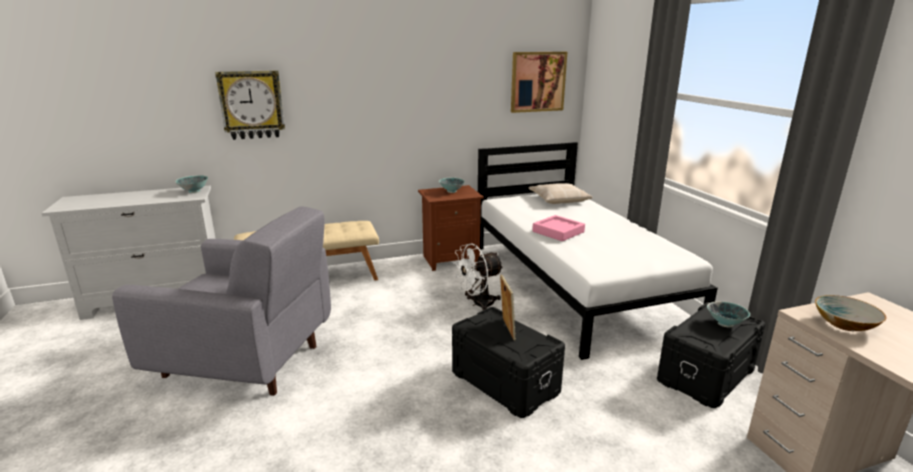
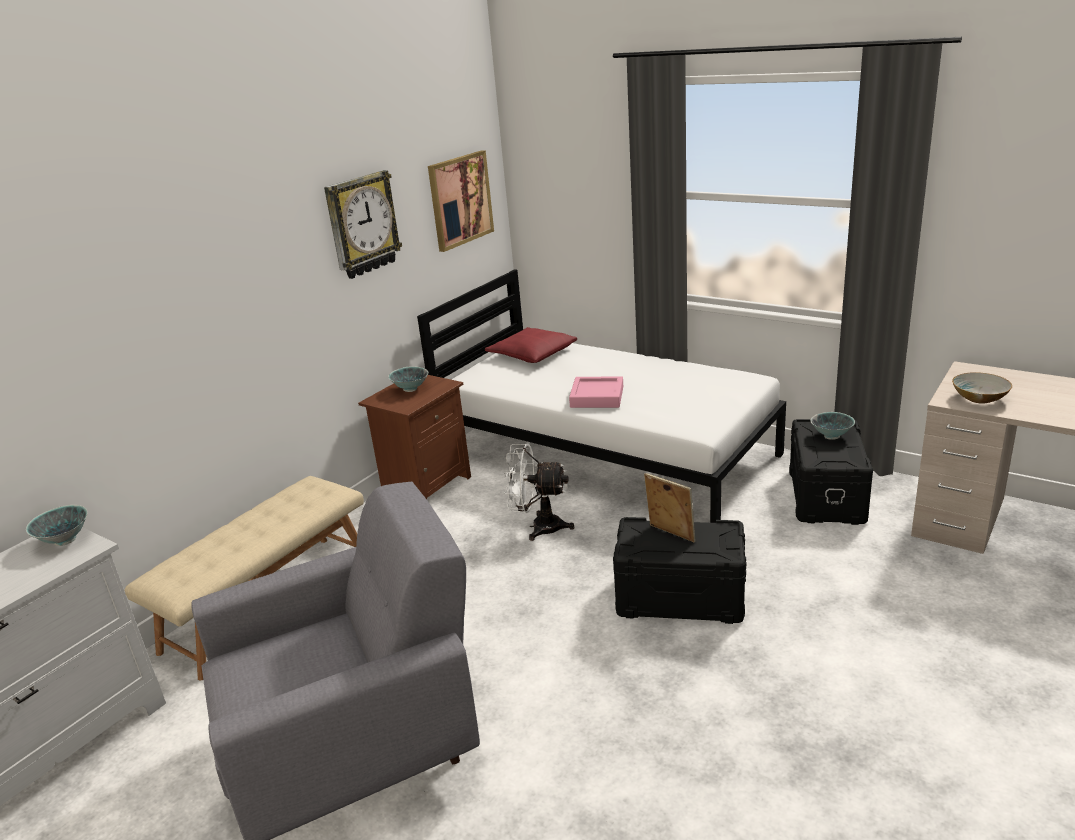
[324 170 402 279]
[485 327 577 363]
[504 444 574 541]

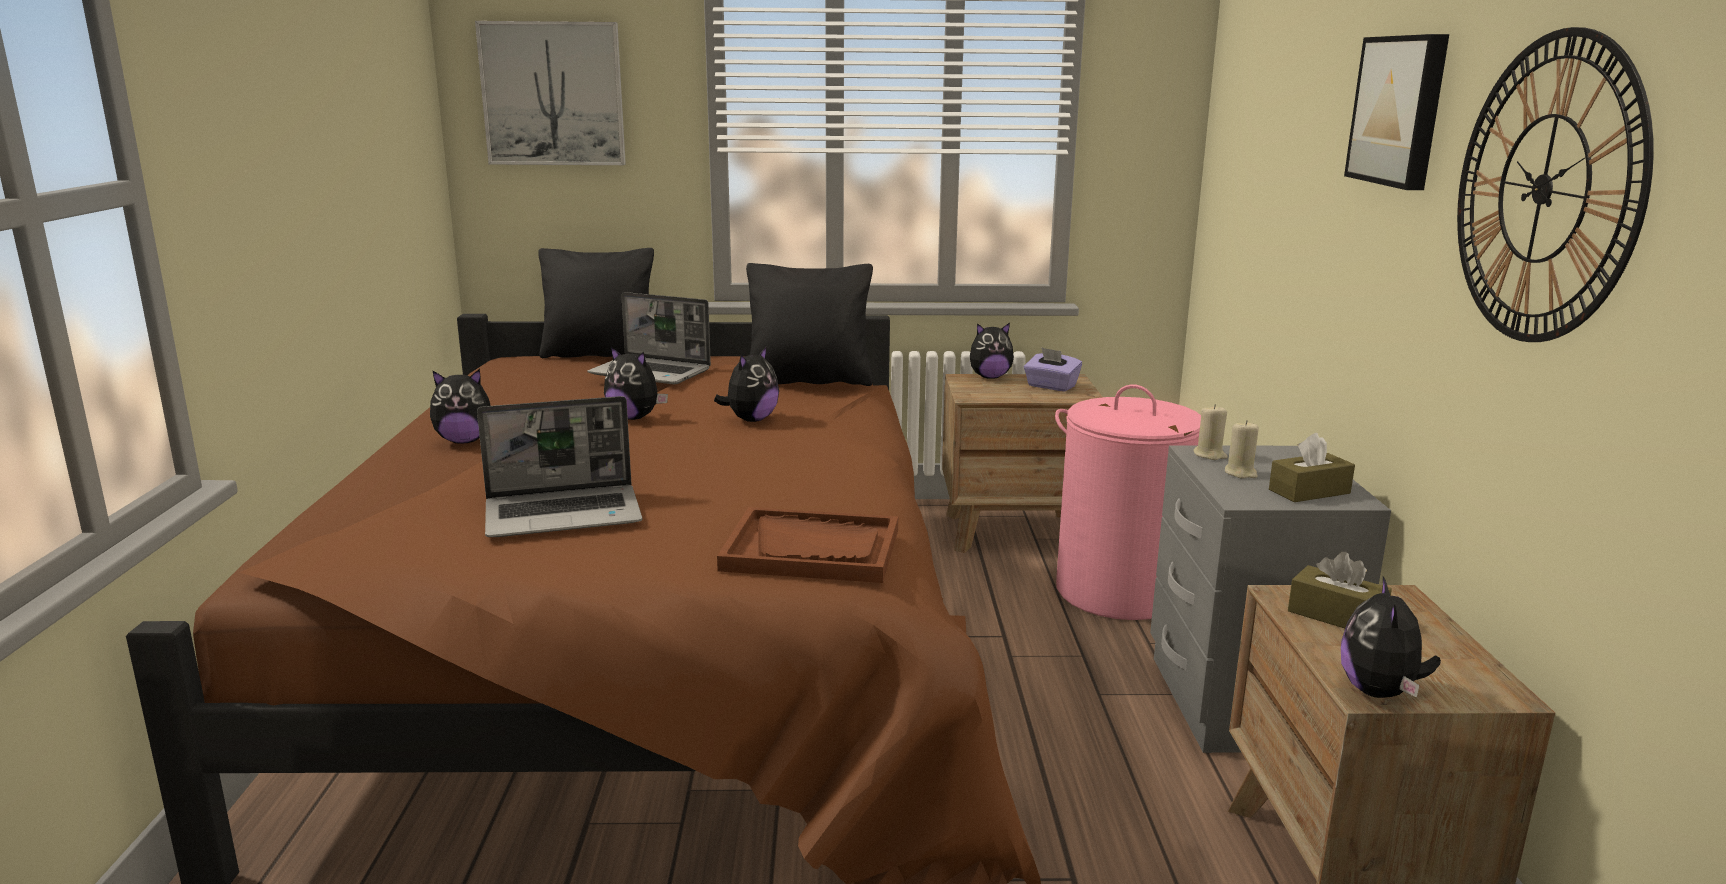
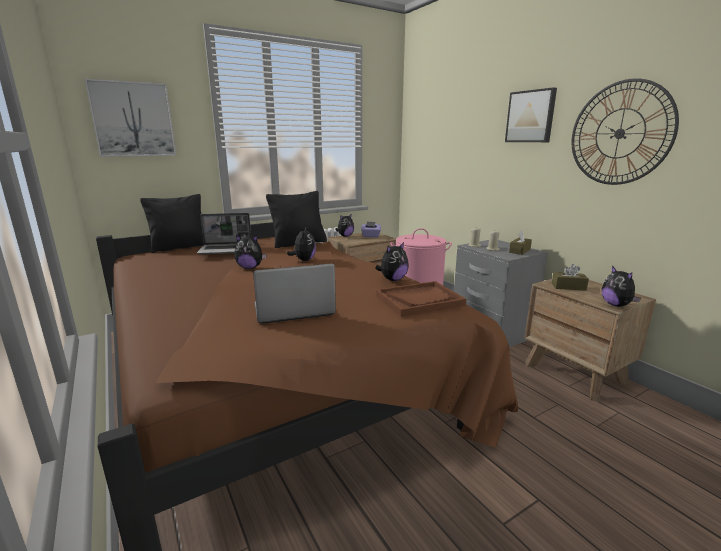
[375 242 409 281]
[253 263 336 324]

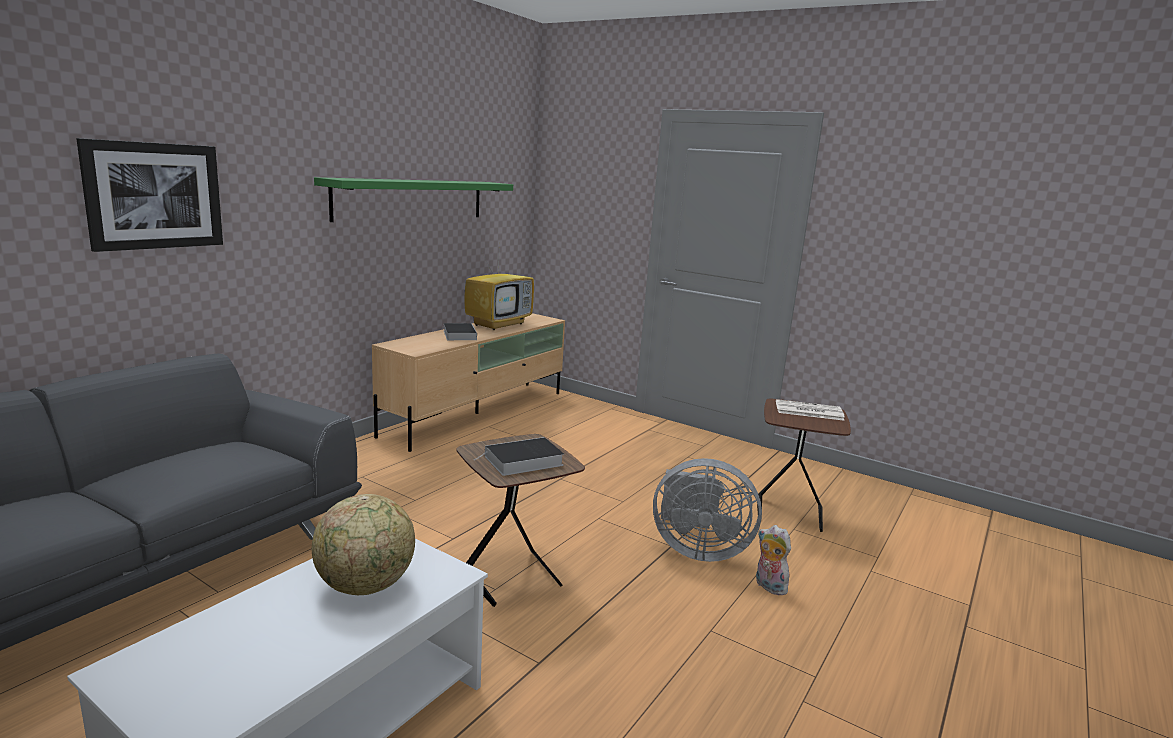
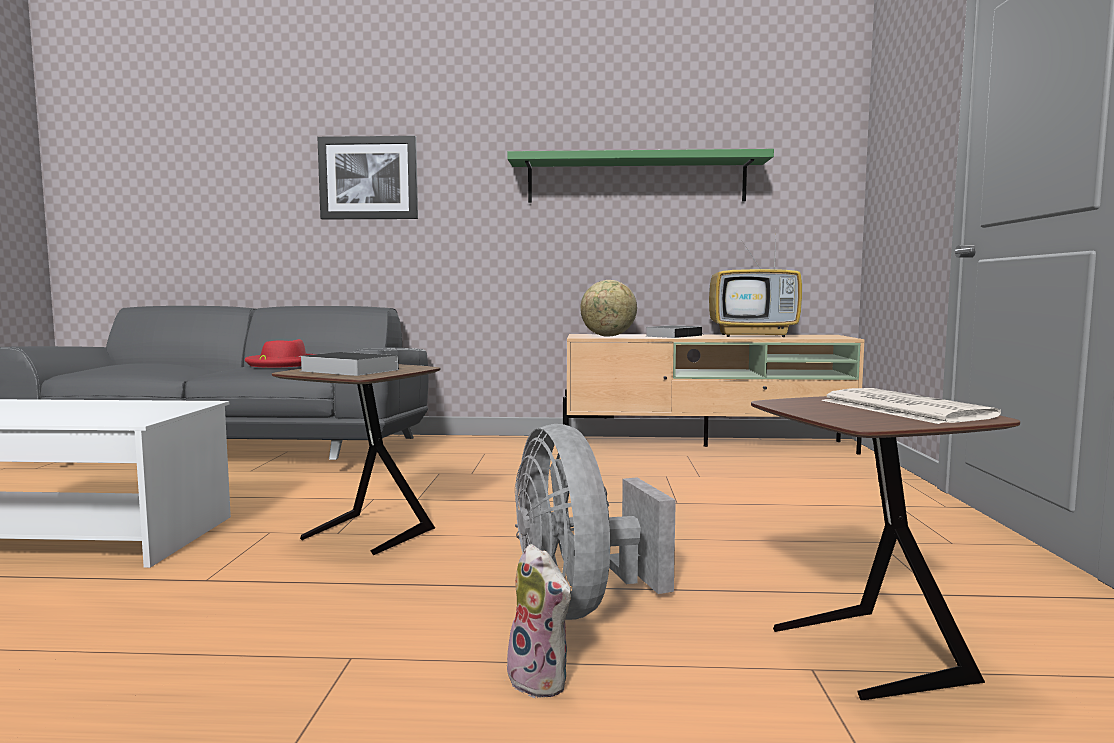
[580 280 637 336]
[507 544 572 698]
[245 339 314 368]

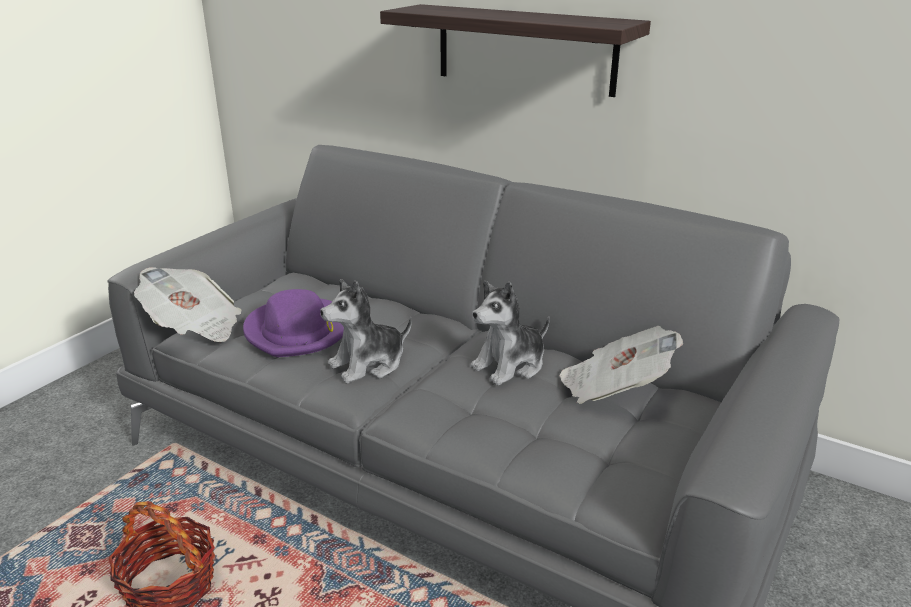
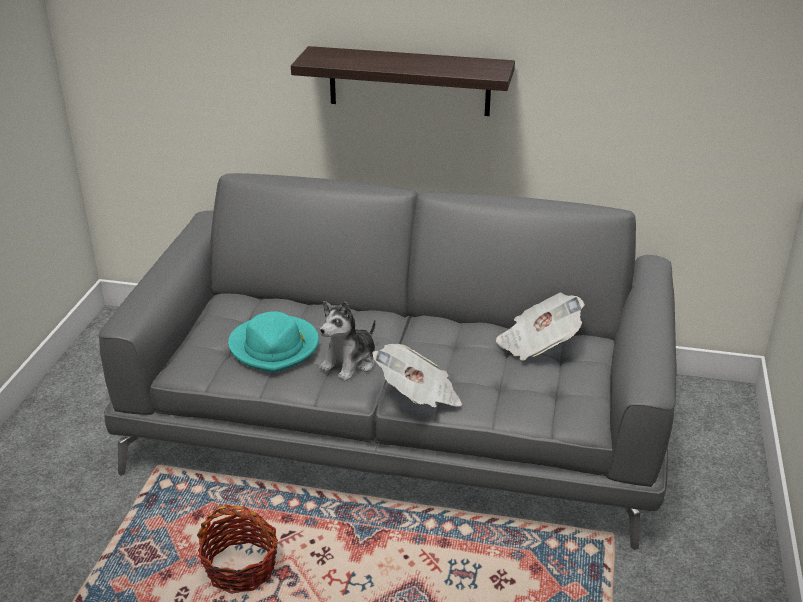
[372 344 462 408]
[470 281 550 385] (first image)
[228 311 319 372]

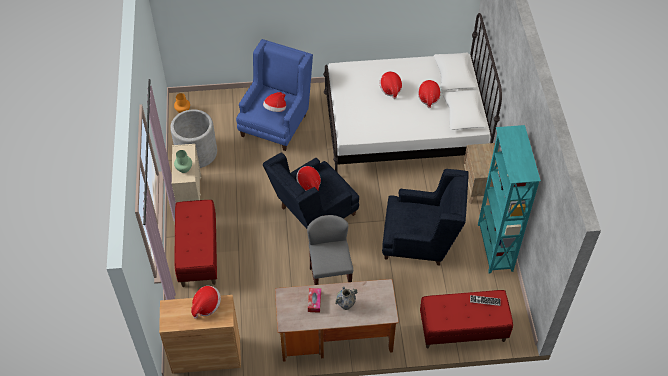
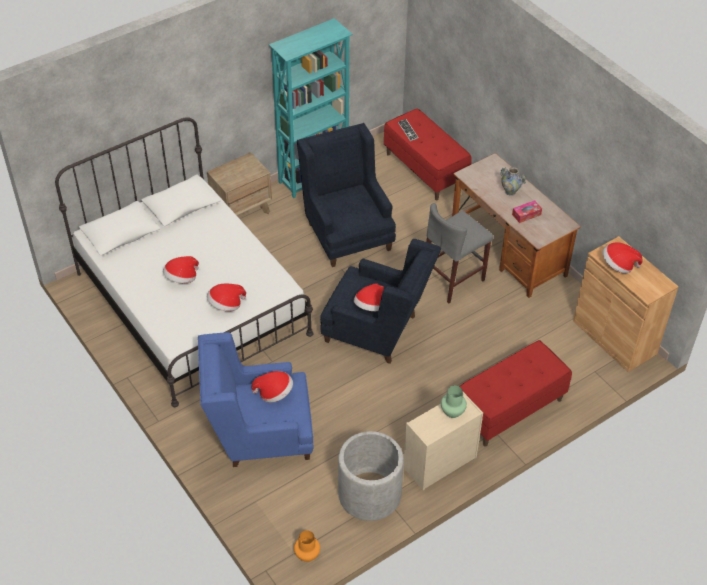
[207 284 246 312]

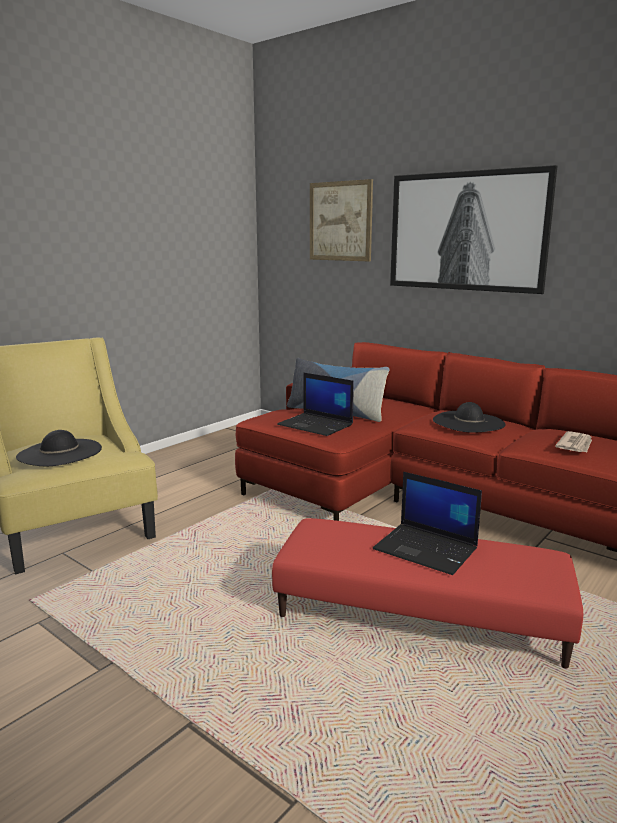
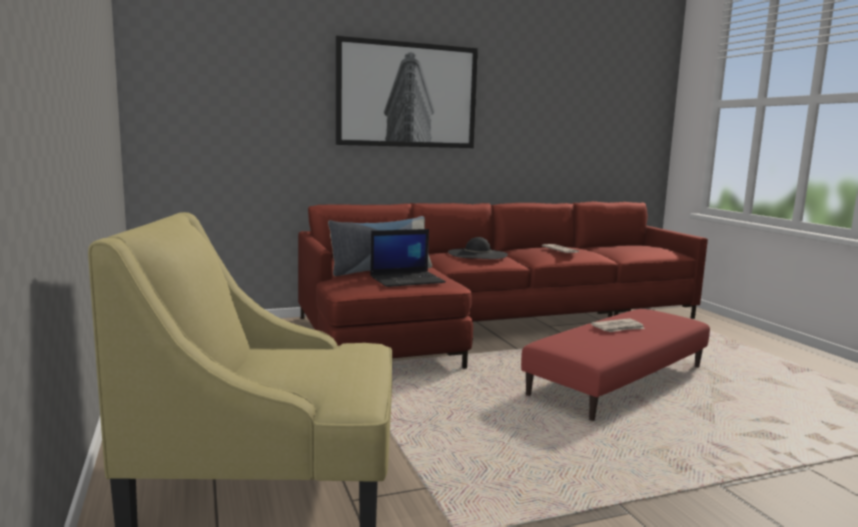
[310 179 373 261] (first image)
[16 430 102 466] (first image)
[591 318 645 332]

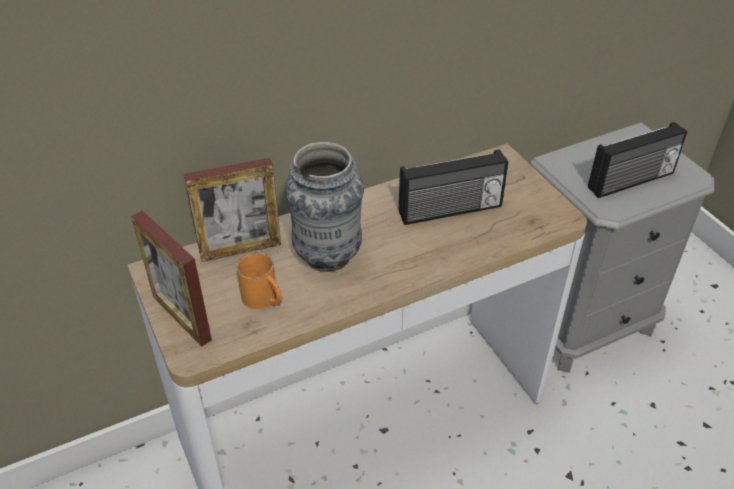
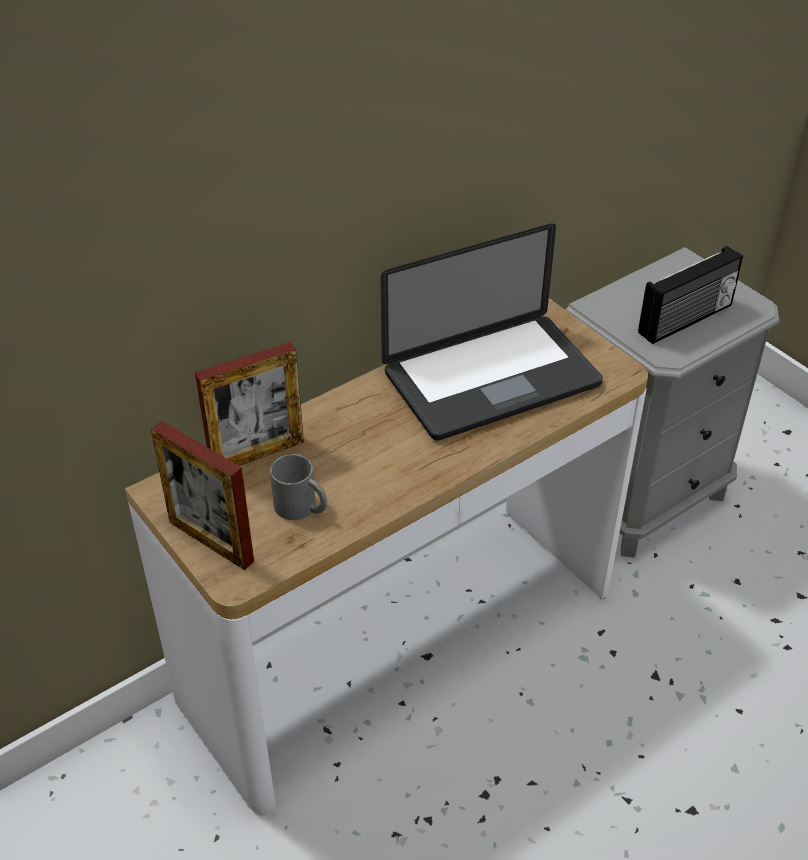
[285 142 364 272] (first image)
[380 223 603 441]
[270 454 327 520]

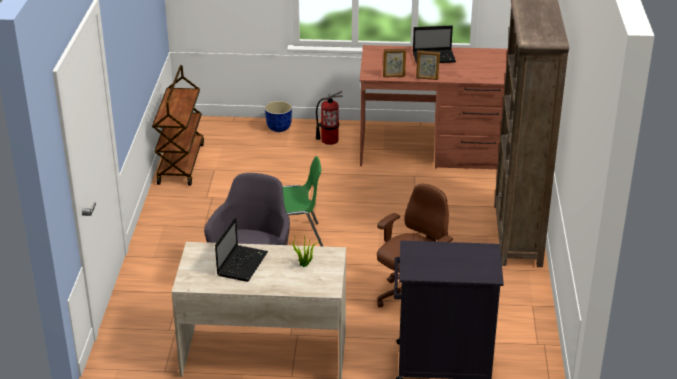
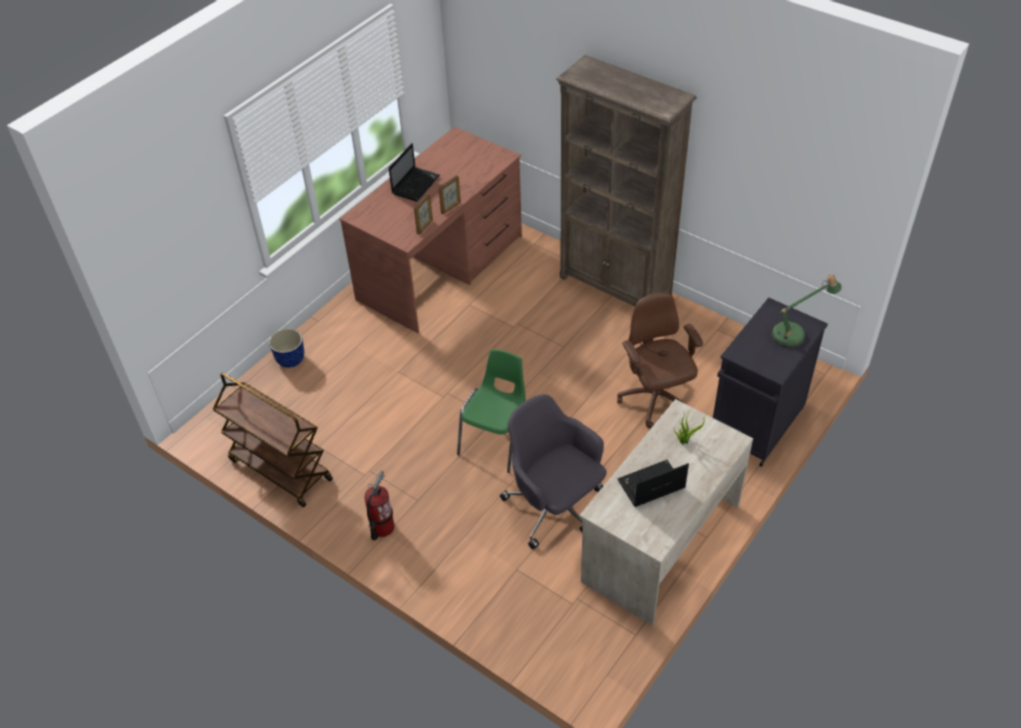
[364 470 394 540]
[618 460 689 507]
[771 274 842 348]

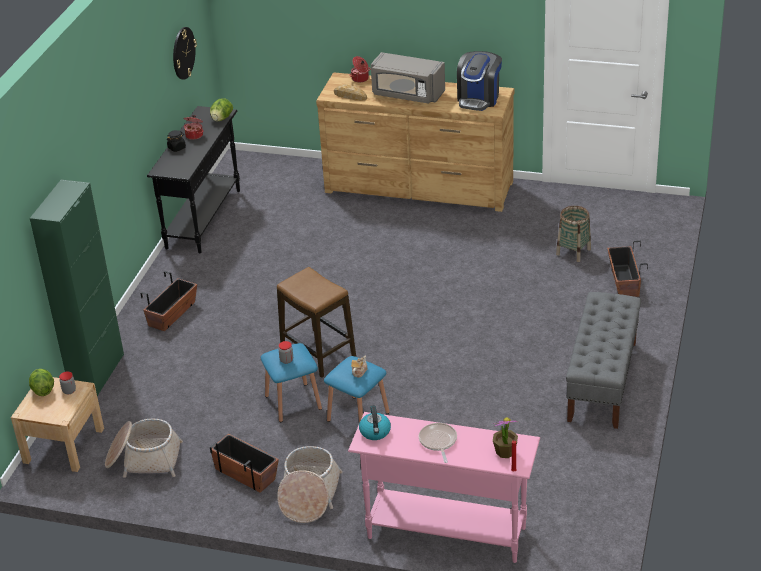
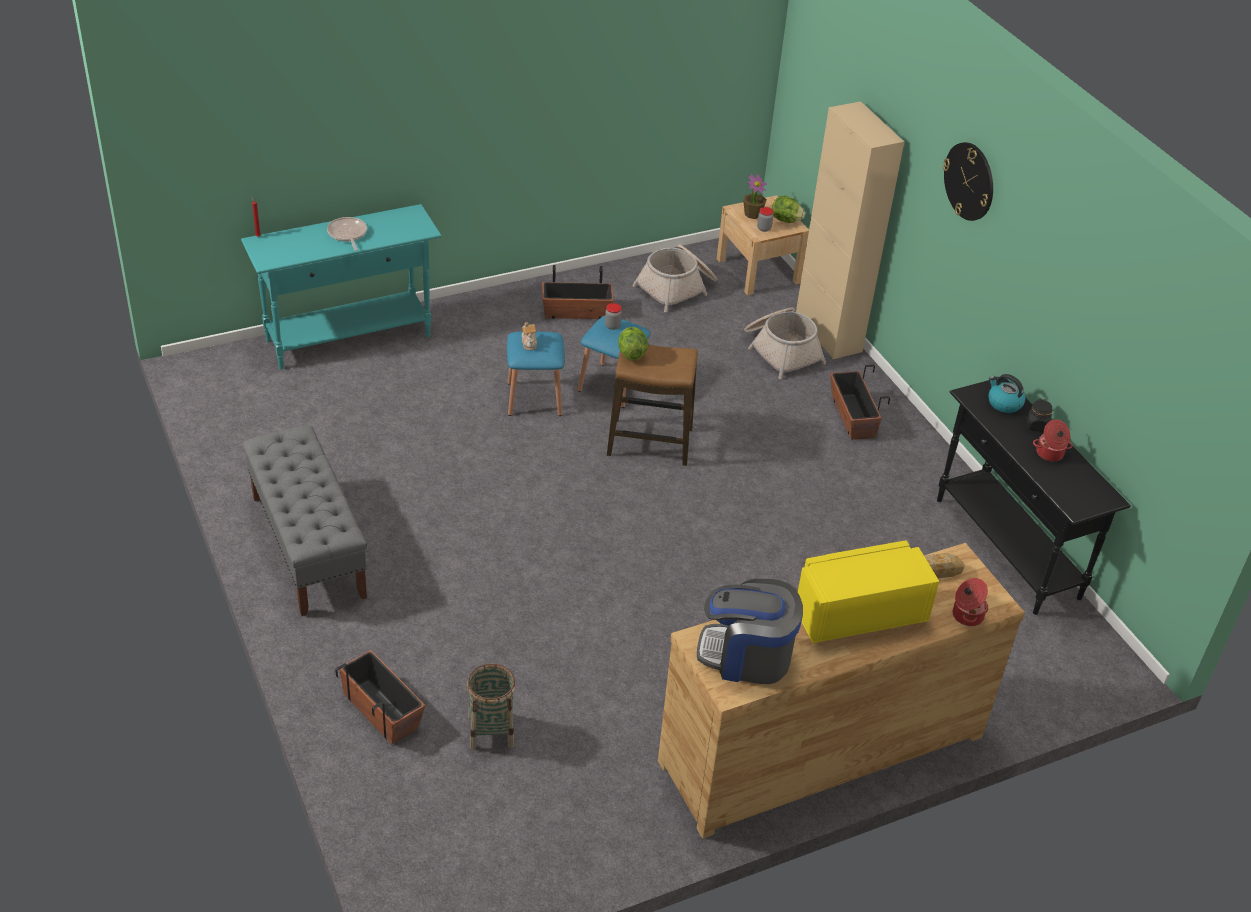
[943 142 993 221]
[697 579 803 684]
[798 540 939 643]
[618 327 648 361]
[796 101 904 359]
[988 374 1025 413]
[241 204 442 370]
[743 174 767 219]
[327 217 367 251]
[744 307 826 379]

